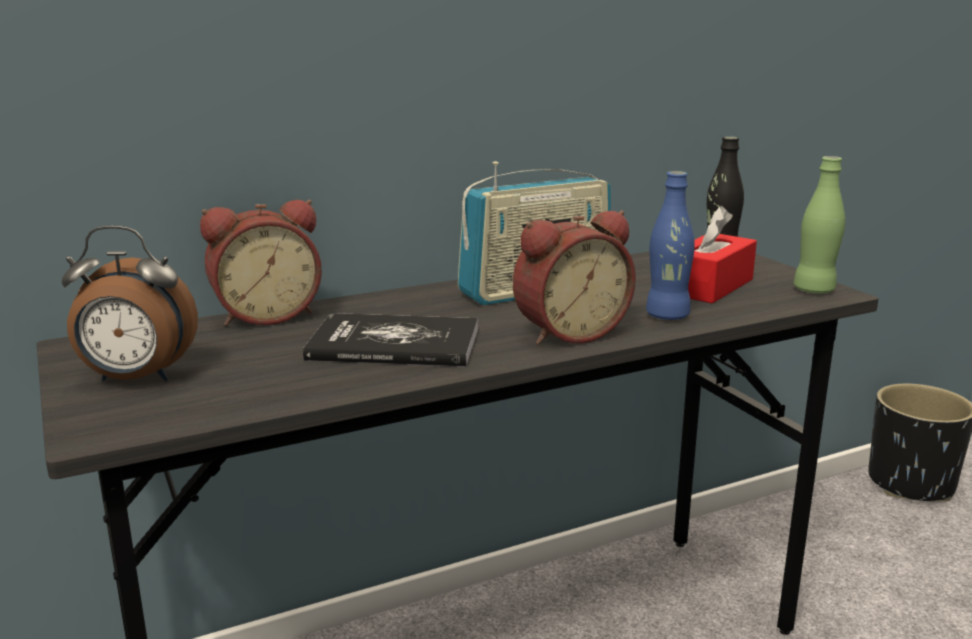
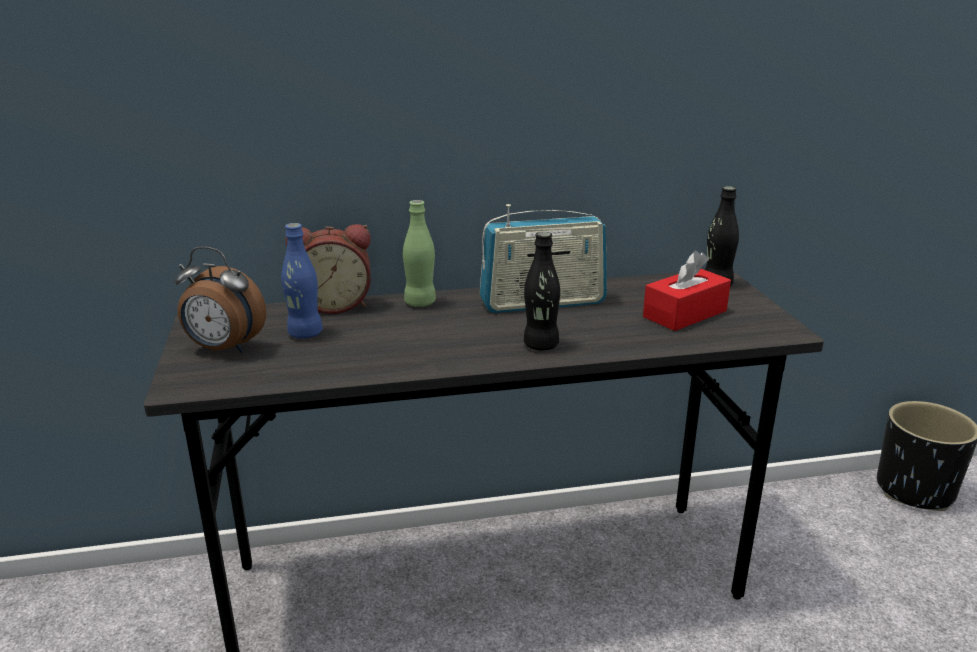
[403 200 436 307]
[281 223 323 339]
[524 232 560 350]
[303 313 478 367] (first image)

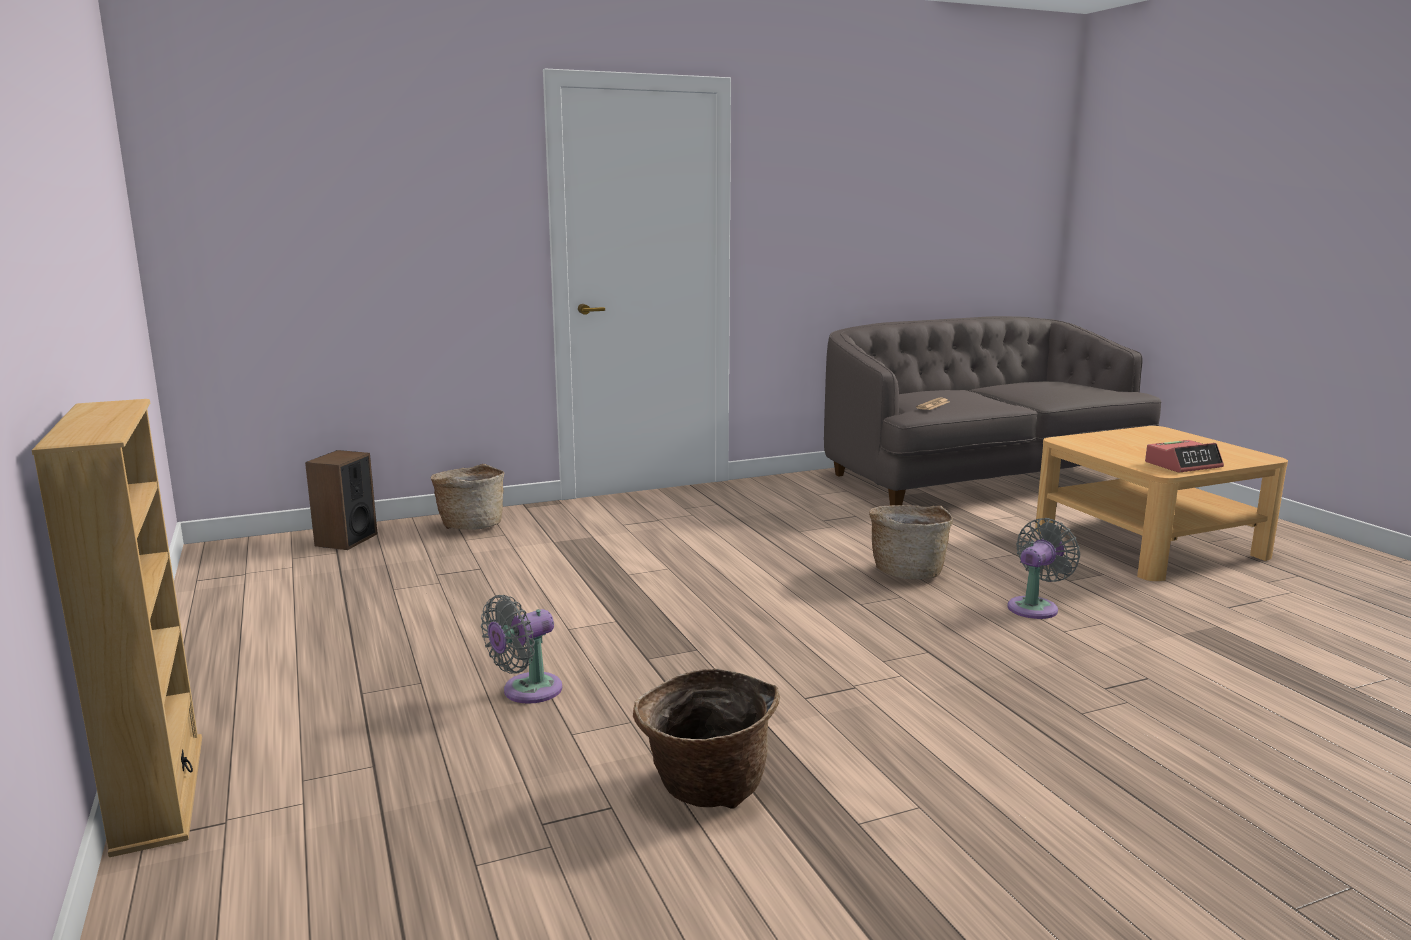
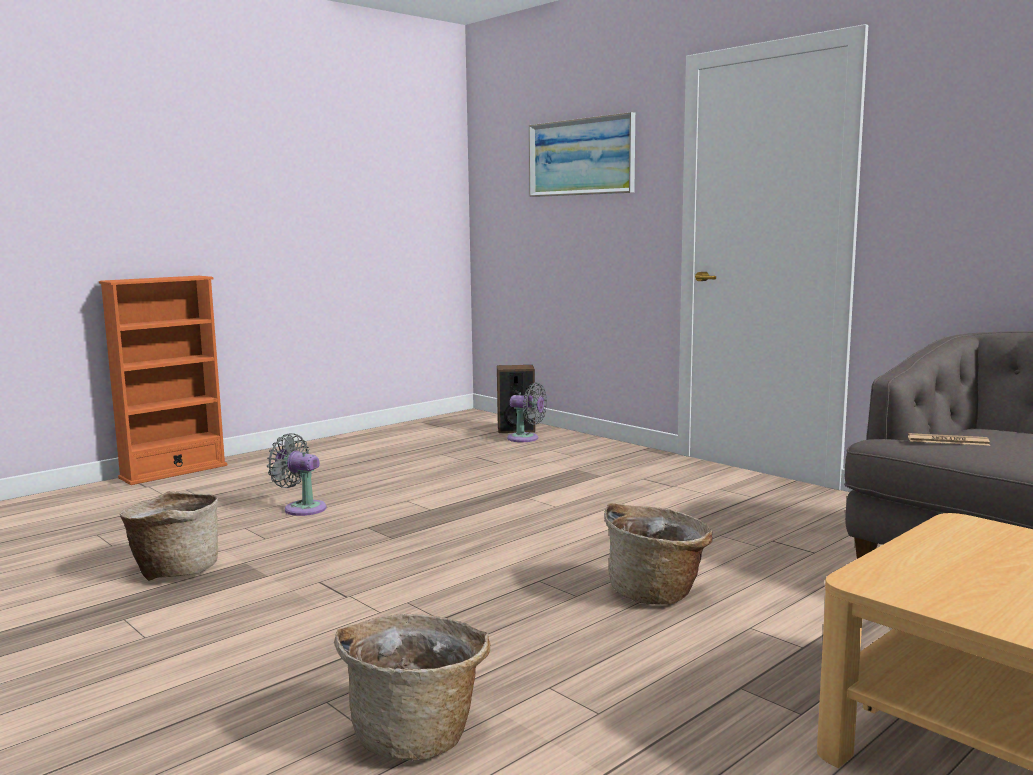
[99 276 227 485]
[1145 440 1224 472] (first image)
[334 614 491 760]
[507 382 547 442]
[529 112 635 197]

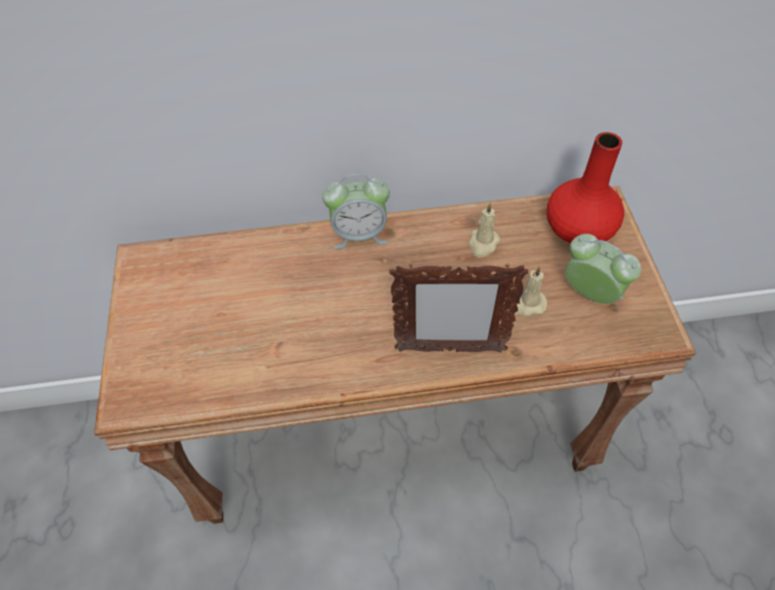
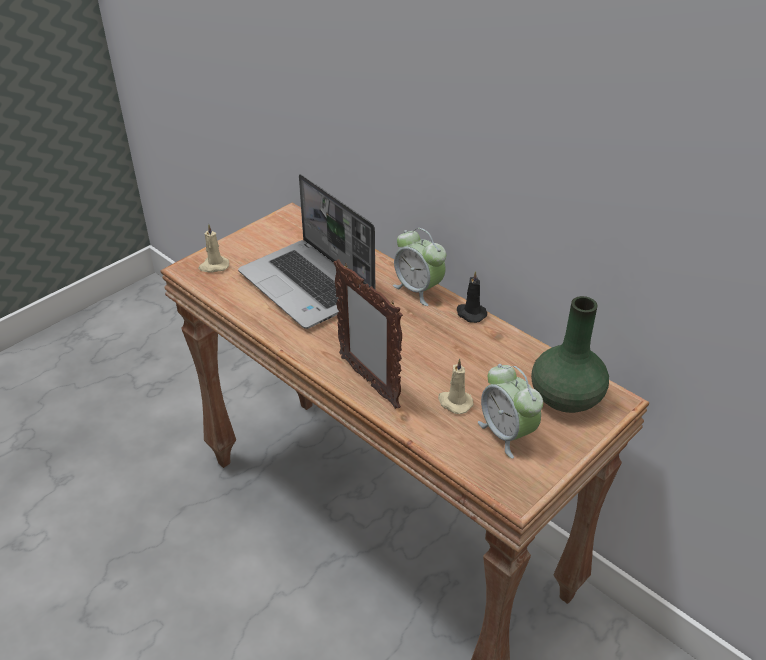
[531 296 609 413]
[198 224 229 273]
[478 364 543 459]
[238 174 375 329]
[457 271 487 323]

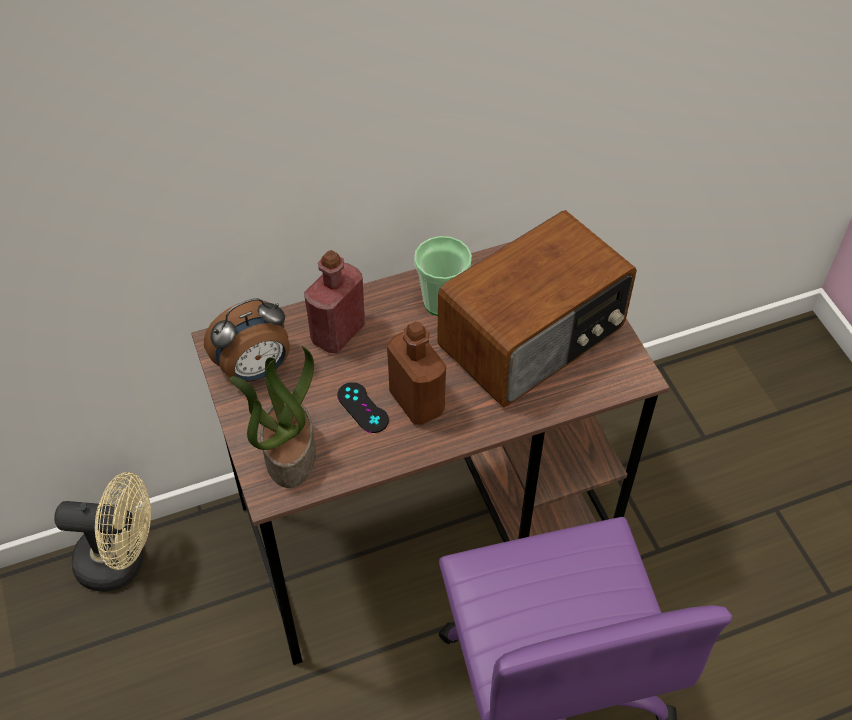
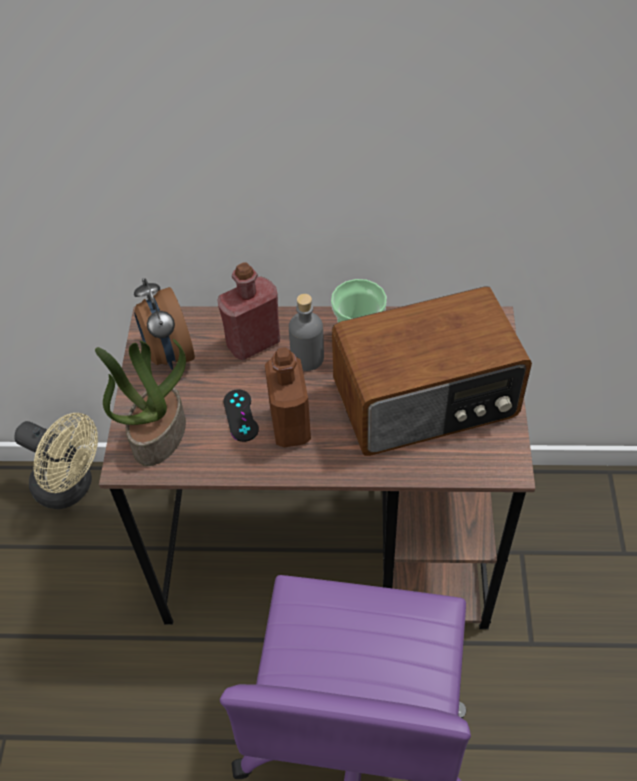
[134 278 195 370]
[289 294 324 371]

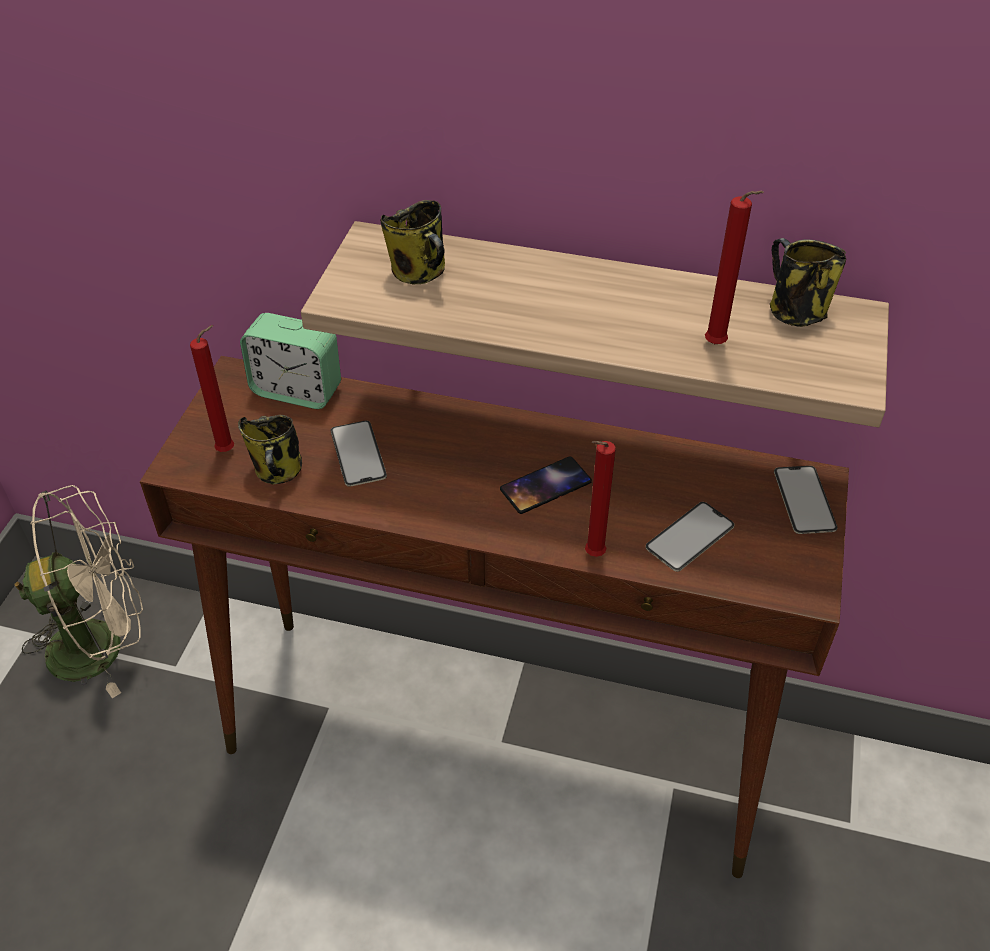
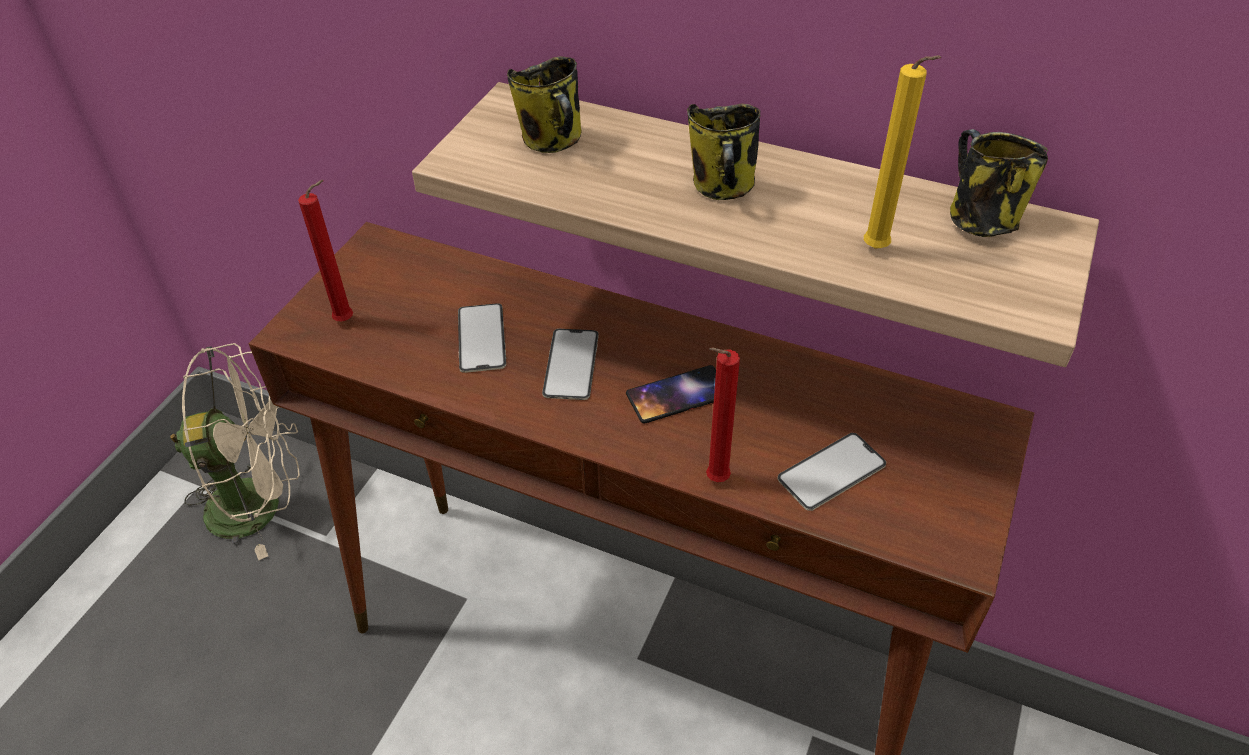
[864 55 941 249]
[240 313 341 409] (first image)
[687 103 760 200]
[542 329 599 400]

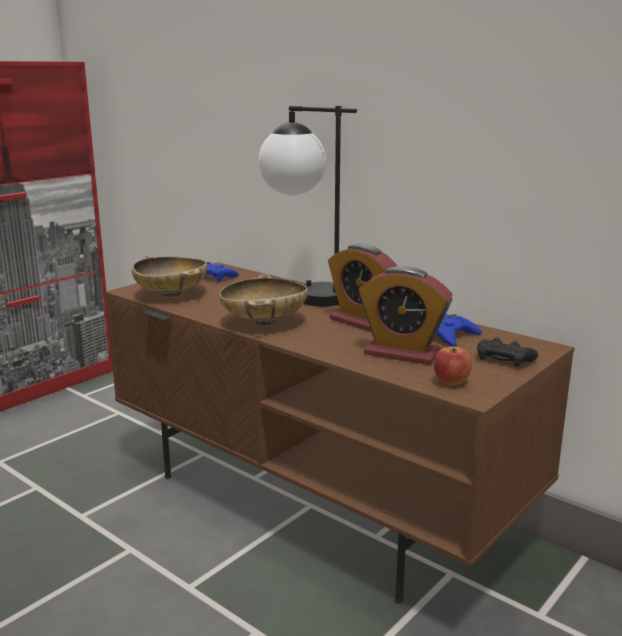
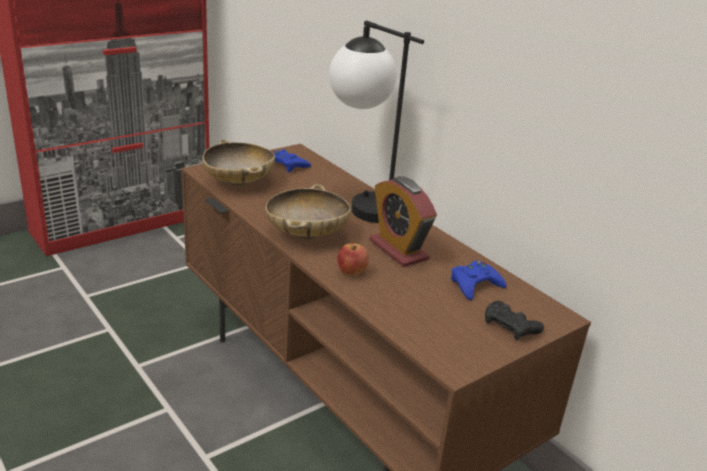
[359 266 453 365] (first image)
[337 243 369 276]

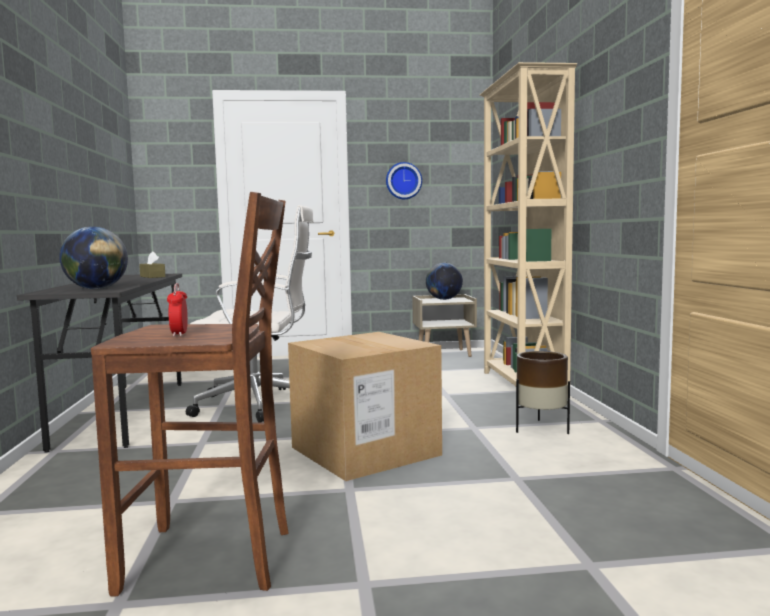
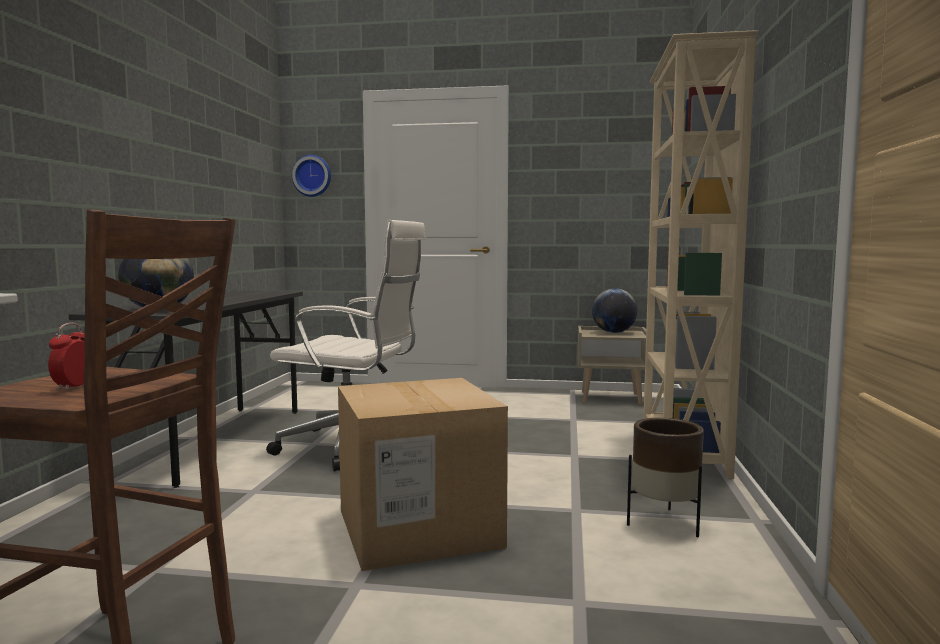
[292 155 331 197]
[139 251 166 278] (first image)

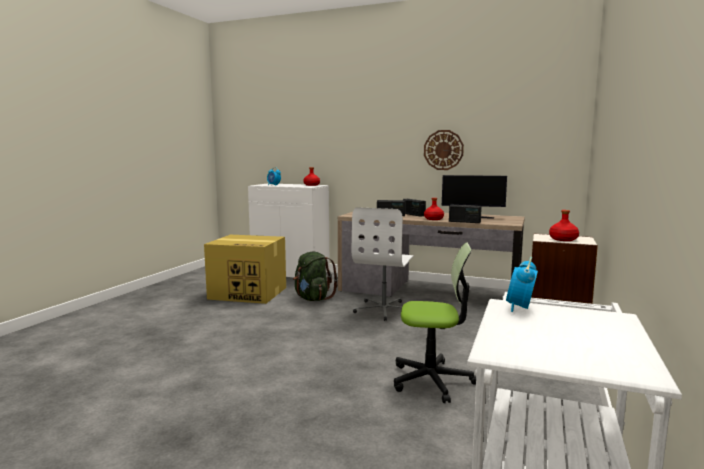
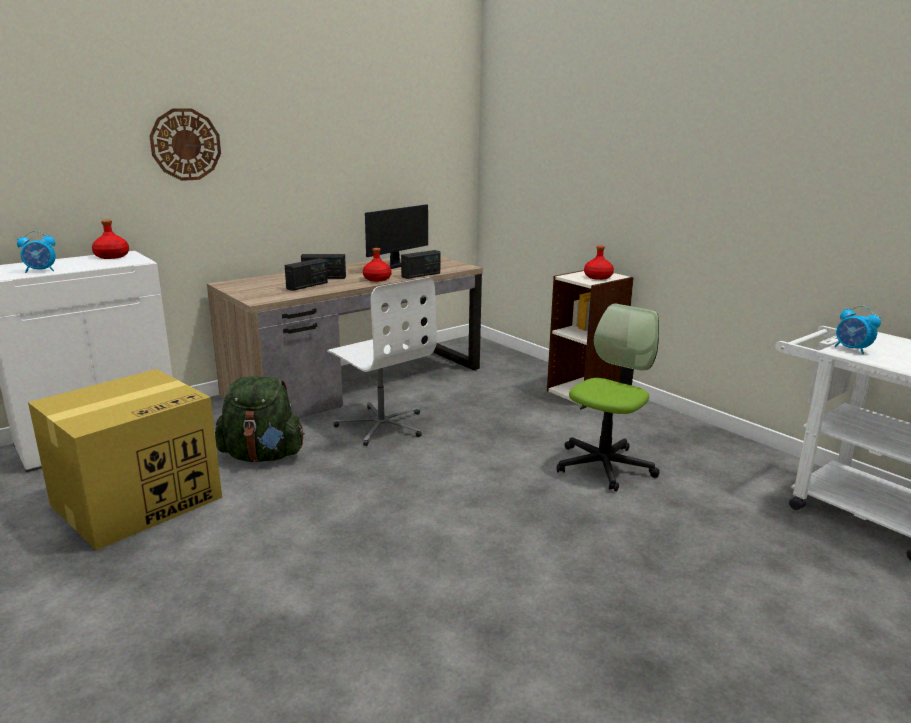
[149 108 221 181]

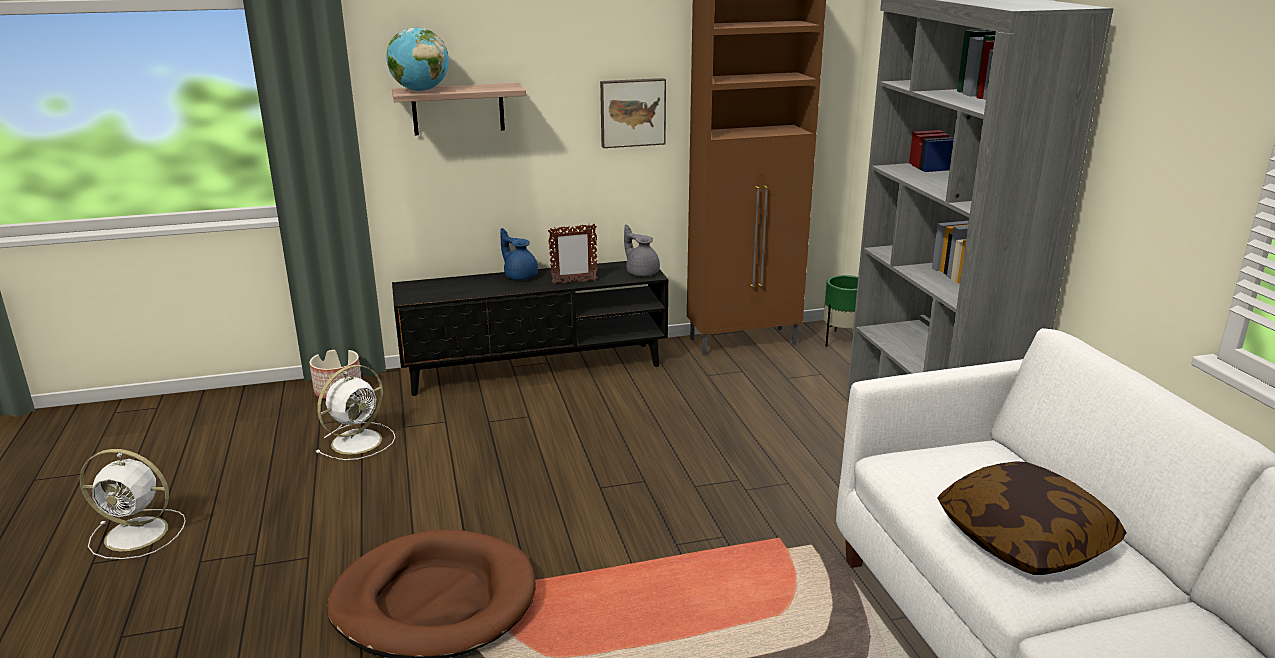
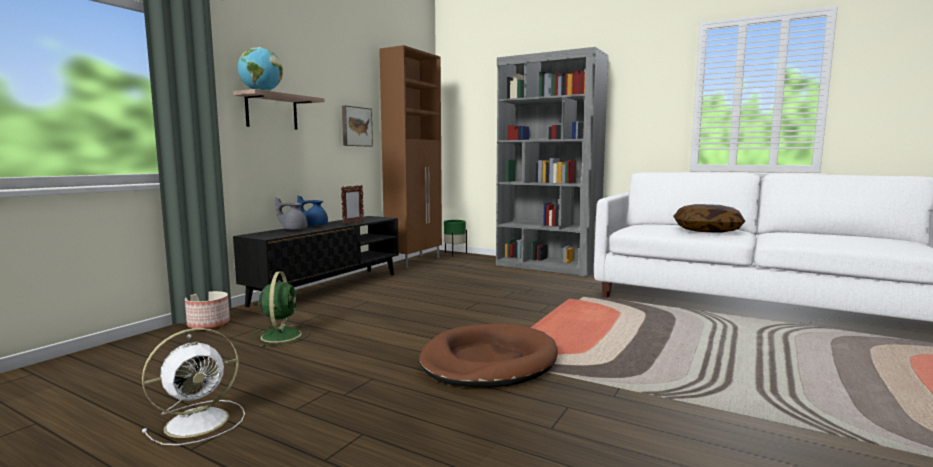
[275 197 308 230]
[252 271 311 347]

